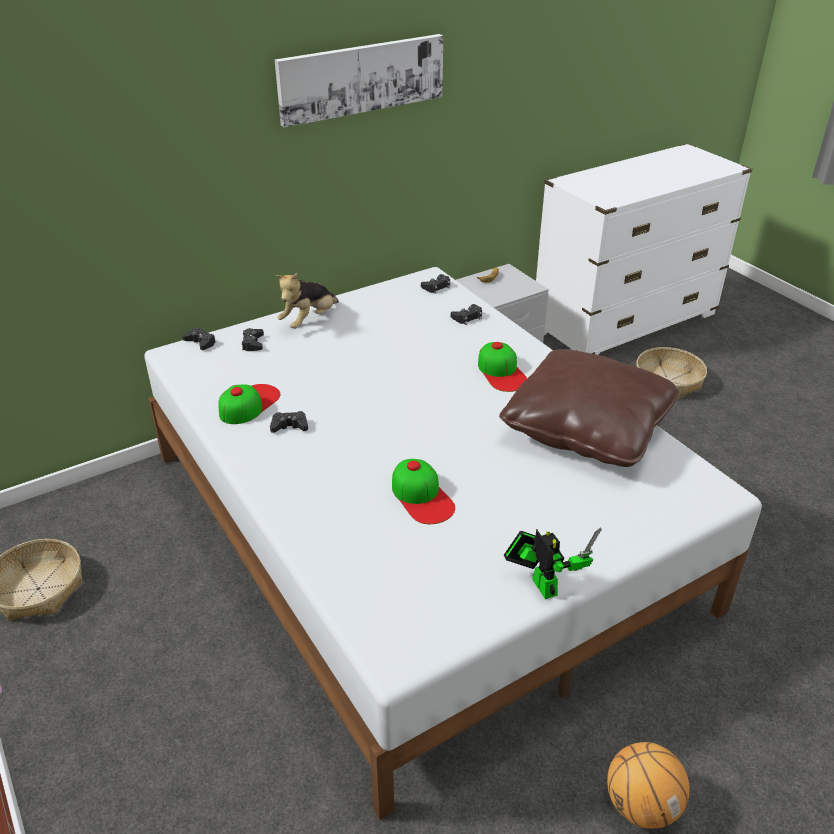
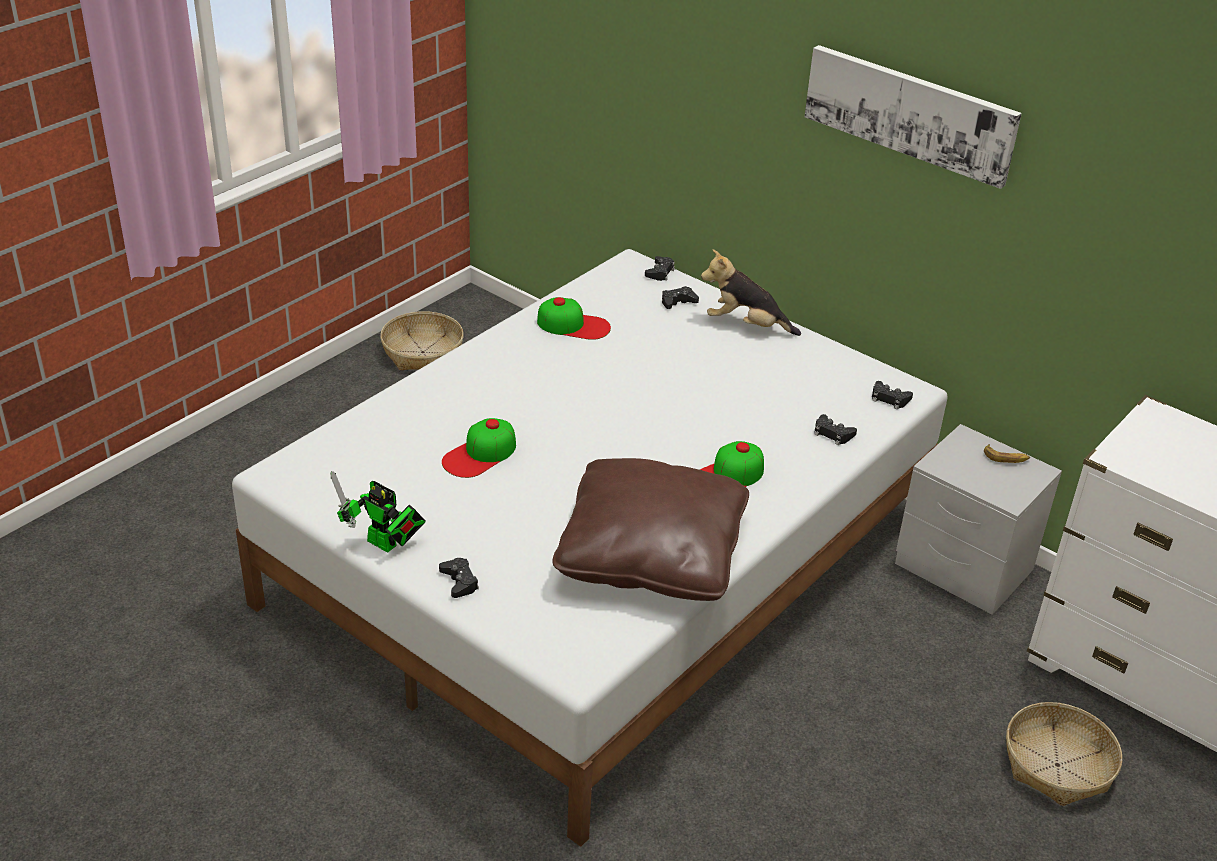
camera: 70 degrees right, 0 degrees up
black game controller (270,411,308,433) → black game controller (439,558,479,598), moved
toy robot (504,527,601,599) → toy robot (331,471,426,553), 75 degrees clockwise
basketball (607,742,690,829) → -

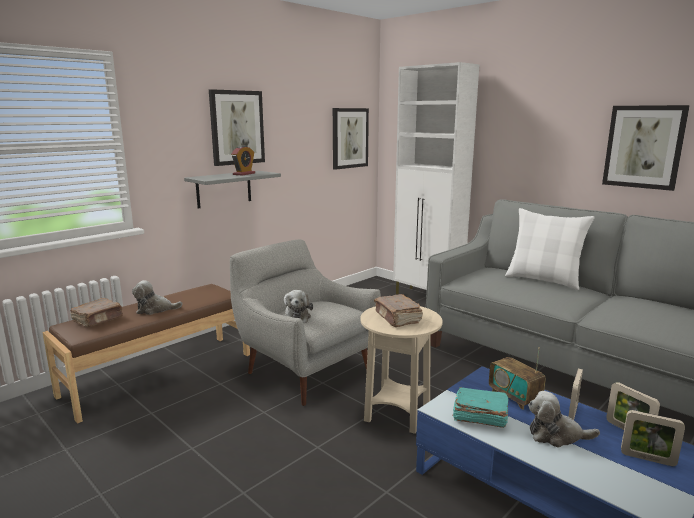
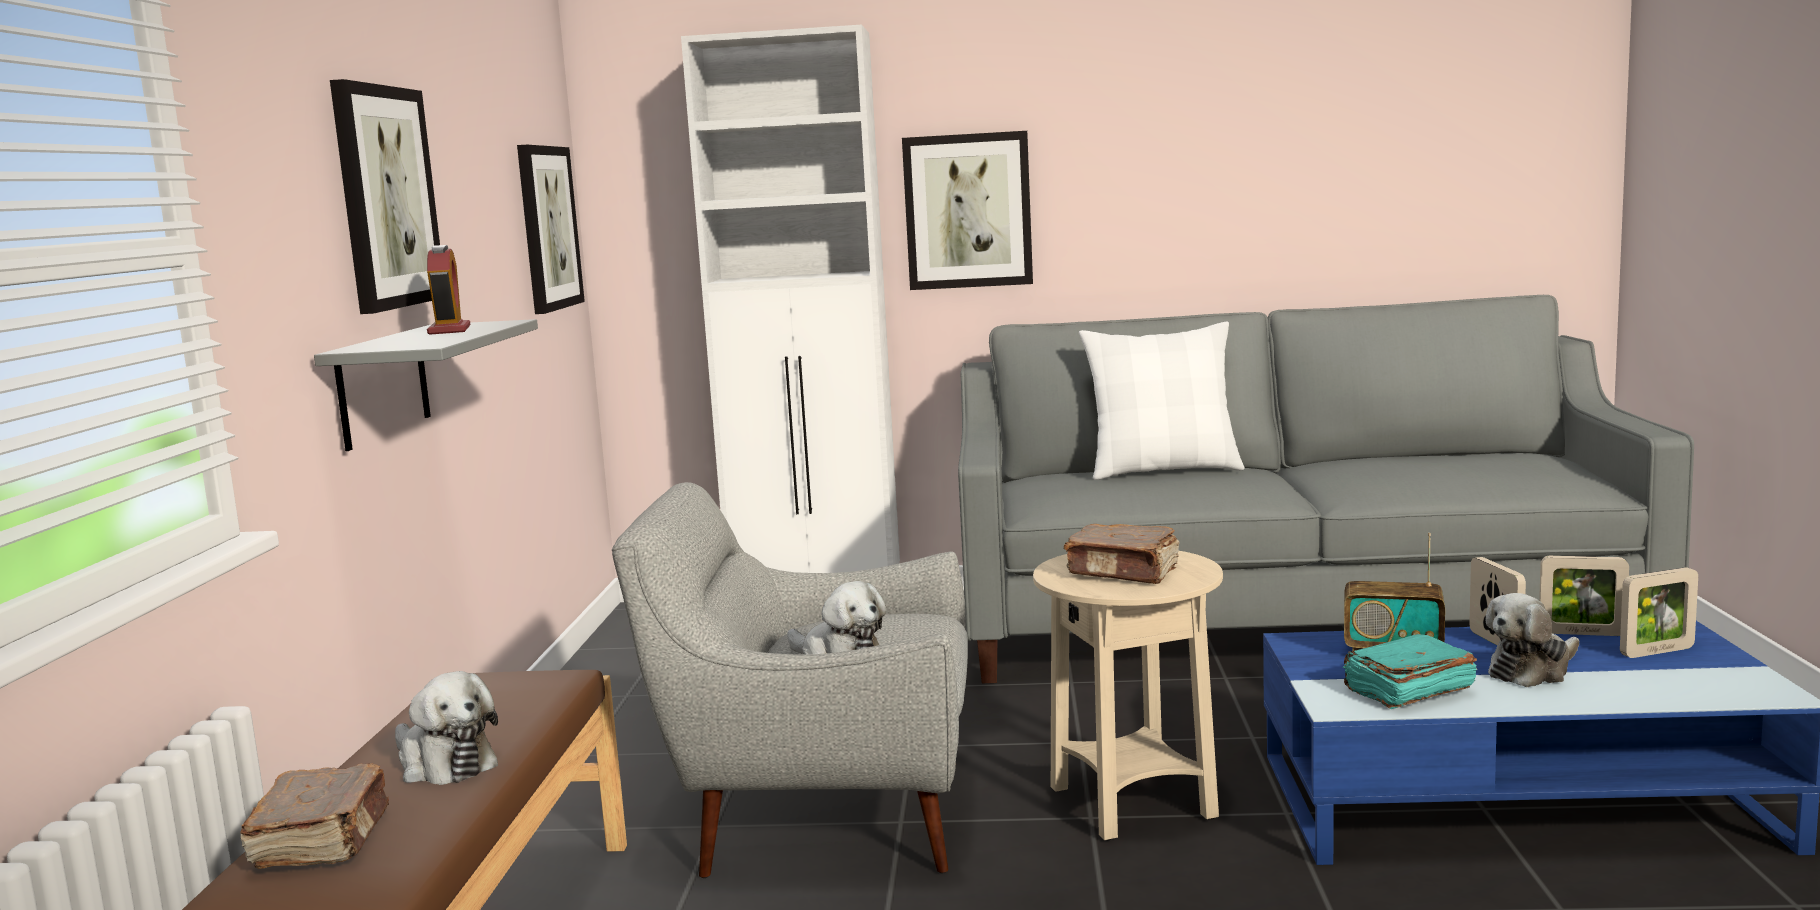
camera: 40 degrees left, 5 degrees down
plush toy (132,280,183,315) → plush toy (395,671,498,785), 90 degrees counterclockwise
picture (602,105,690,191) → picture (902,131,1033,290), moved

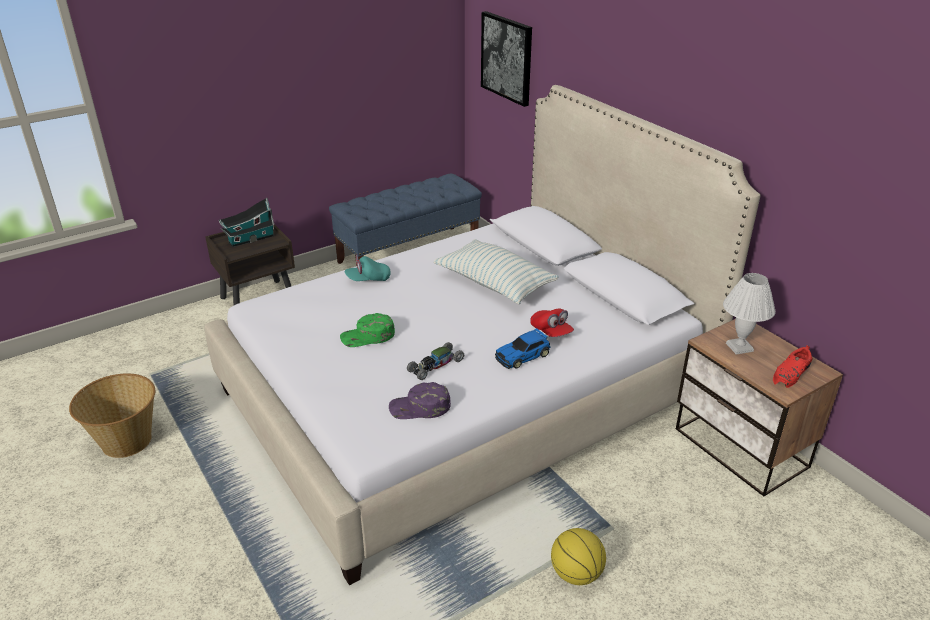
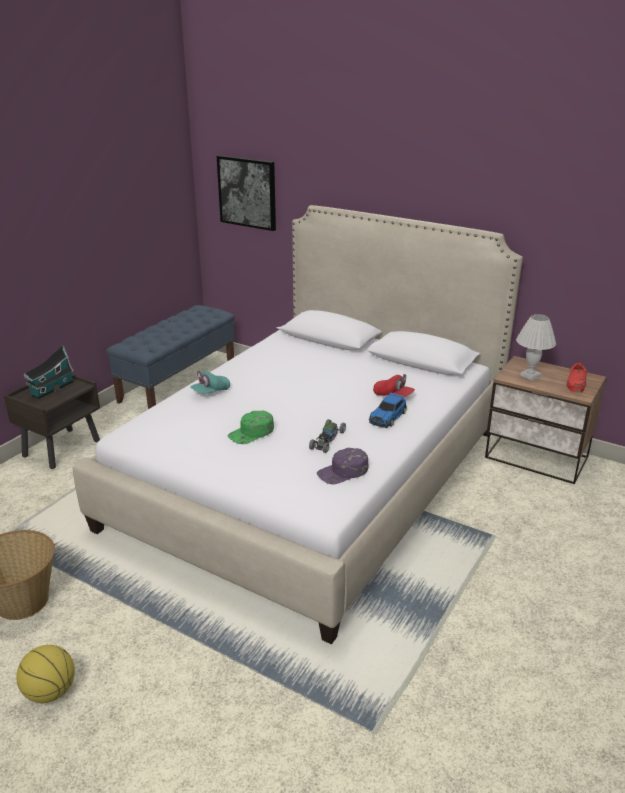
camera: 25 degrees left, 5 degrees down
pillow (433,239,559,304) → -
basketball (551,528,606,585) → basketball (16,645,75,703), moved

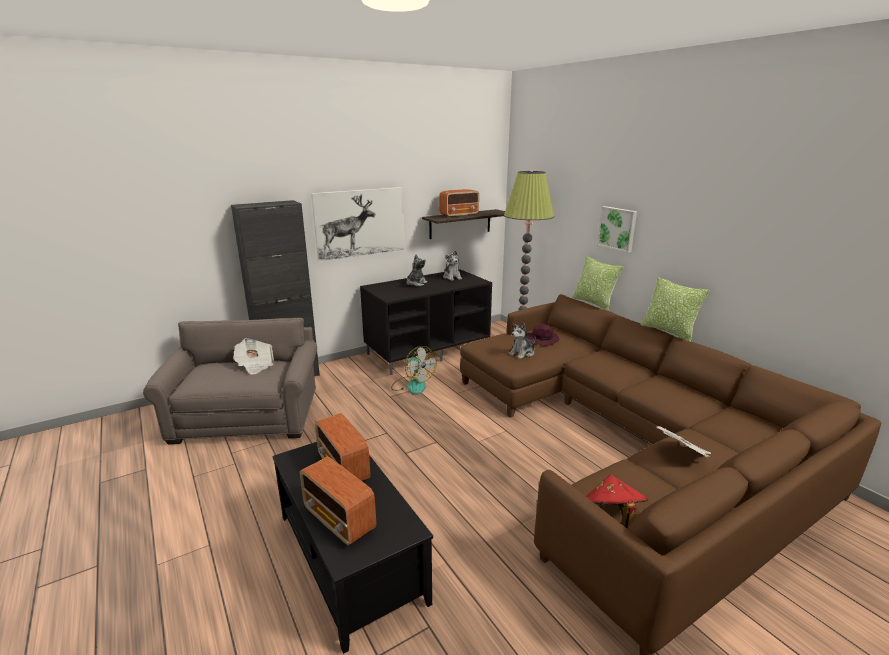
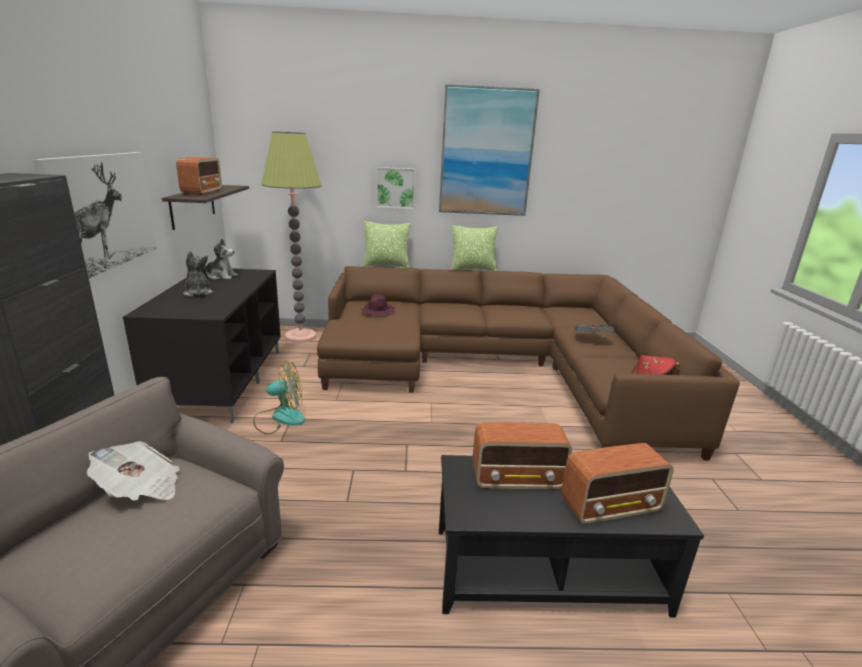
camera: 60 degrees left, 0 degrees up
plush toy (509,323,536,359) → -
- → picture (439,84,540,216)

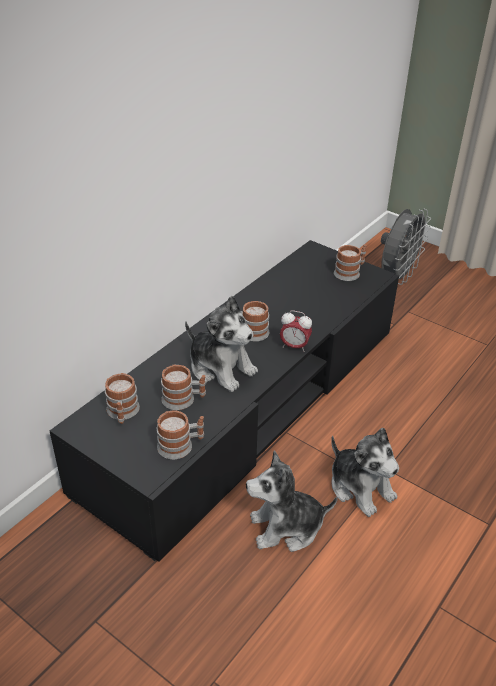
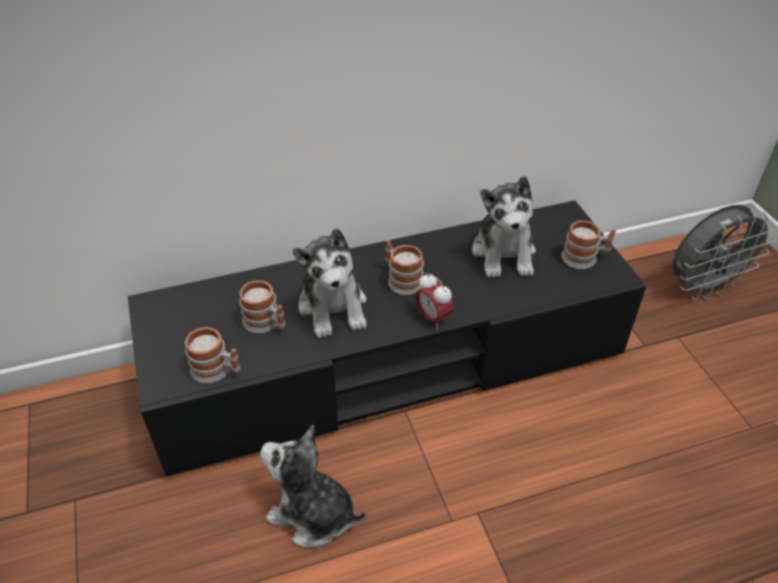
camera: 35 degrees right, 5 degrees up
mug (105,373,140,424) → -
plush toy (331,428,399,517) → plush toy (472,176,536,278), moved

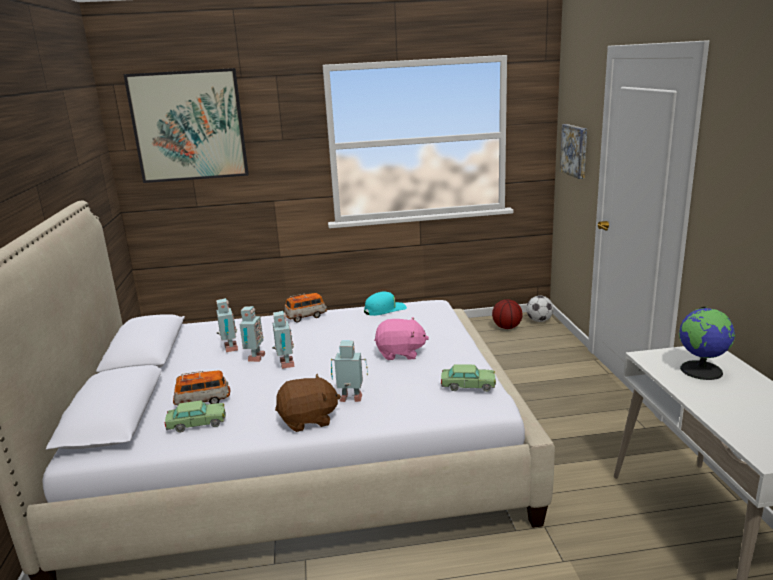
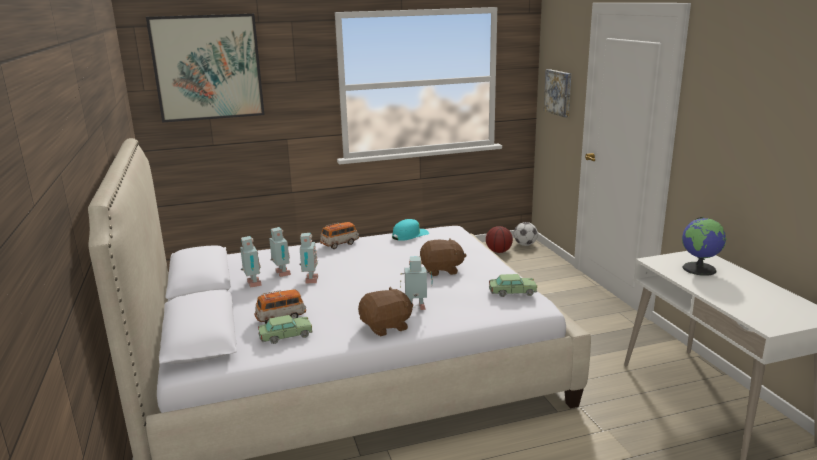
camera: 10 degrees left, 0 degrees up
toy robot (272,311,295,369) → toy robot (240,236,262,288), moved
pink plush toy (374,317,429,360) → brown plush toy (420,238,467,276)

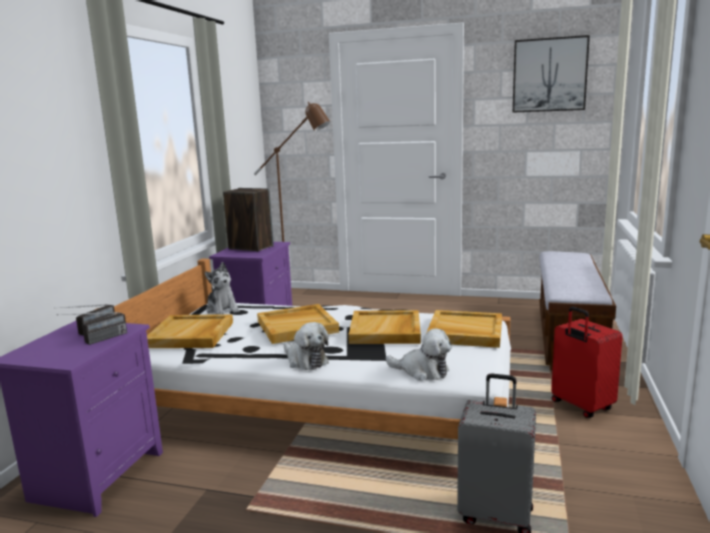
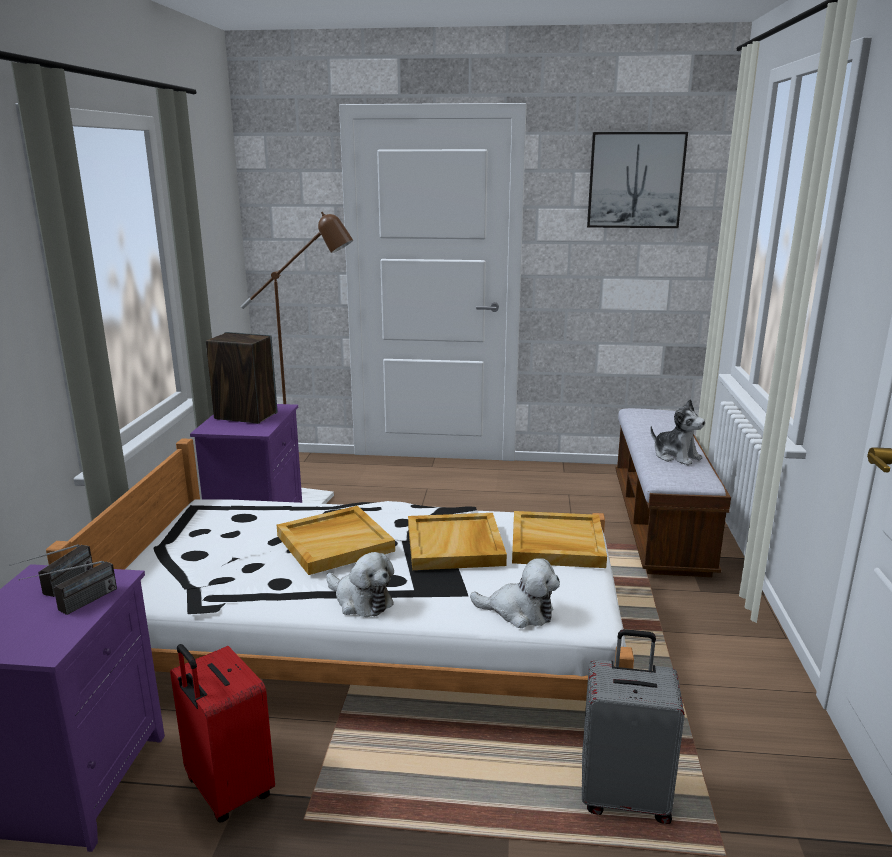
camera: 10 degrees left, 5 degrees up
beige tray (147,314,233,348) → -
plush toy (204,262,240,315) → plush toy (650,399,705,466), moved
red suitcase (551,306,623,418) → red suitcase (170,644,275,823), moved

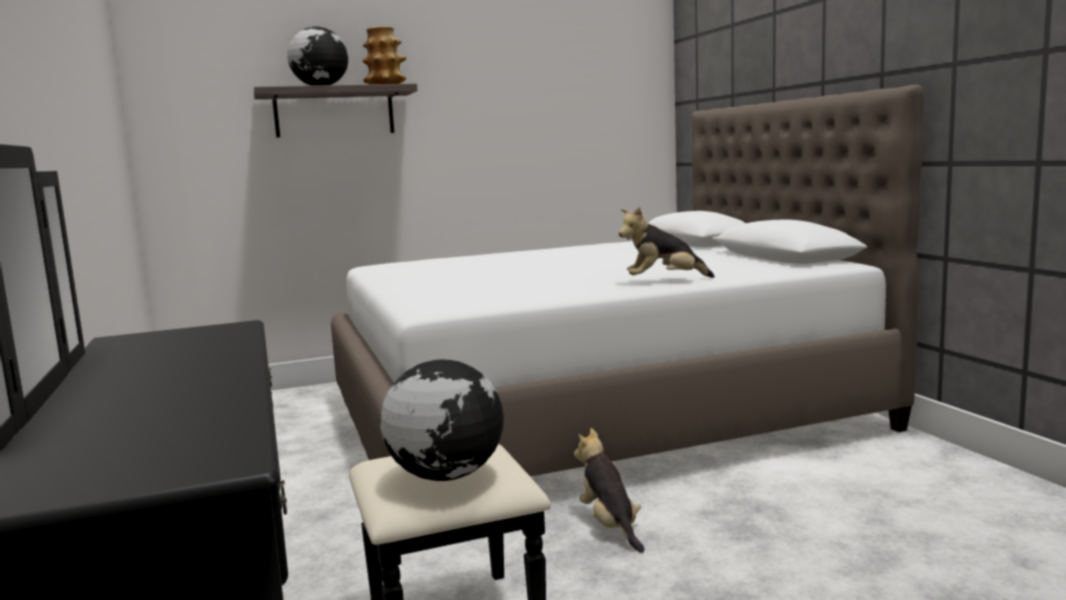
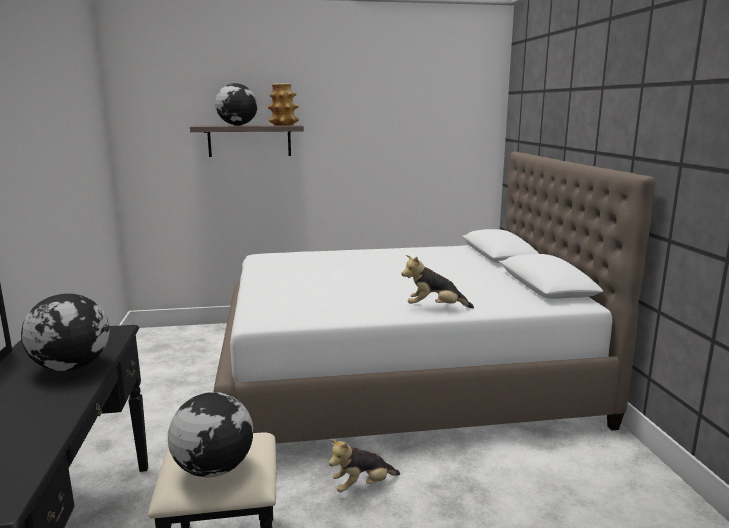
camera: 10 degrees right, 5 degrees up
plush toy (574,428,645,553) → plush toy (329,439,400,492), 105 degrees counterclockwise
- → globe (21,294,110,371)

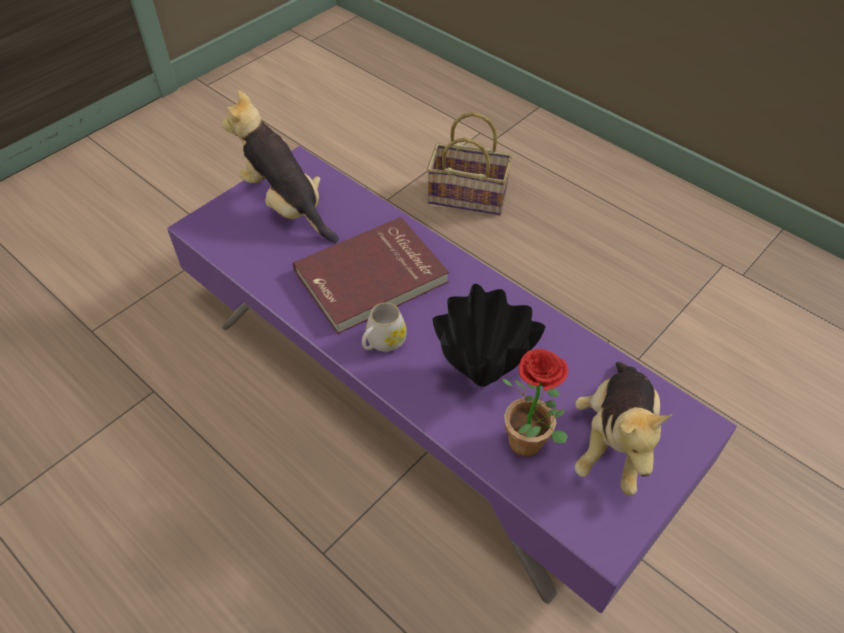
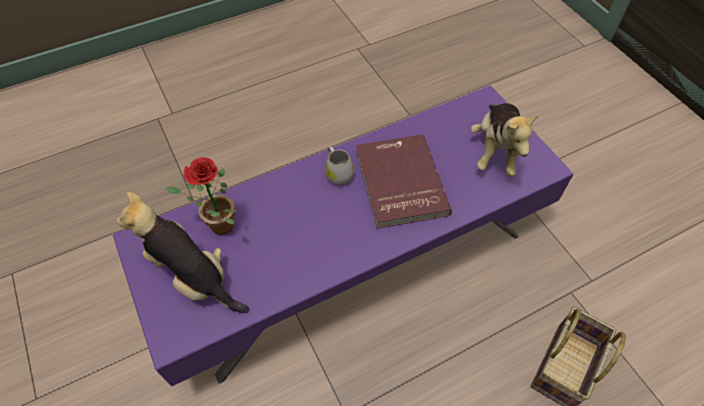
camera: 110 degrees right, 5 degrees up
plush toy (222,90,339,243) → plush toy (471,103,539,177), 120 degrees clockwise
black vase (432,284,545,386) → -

